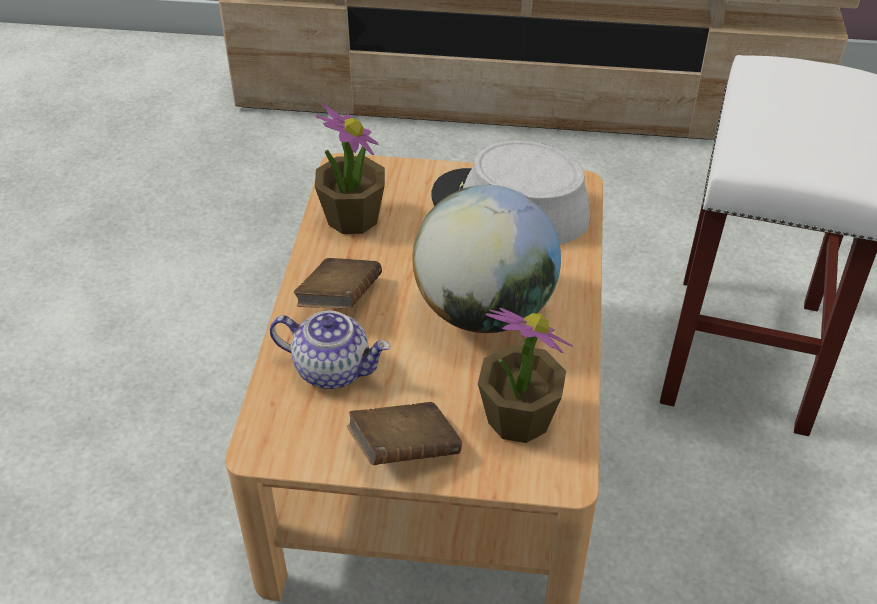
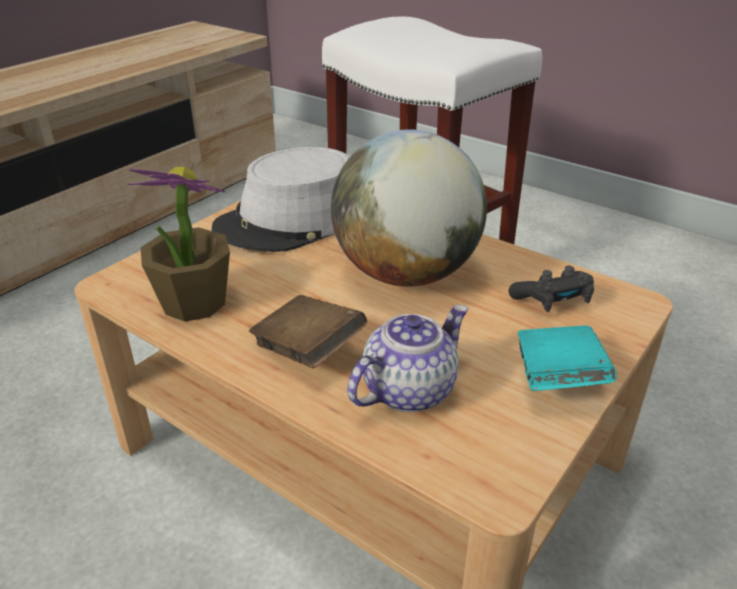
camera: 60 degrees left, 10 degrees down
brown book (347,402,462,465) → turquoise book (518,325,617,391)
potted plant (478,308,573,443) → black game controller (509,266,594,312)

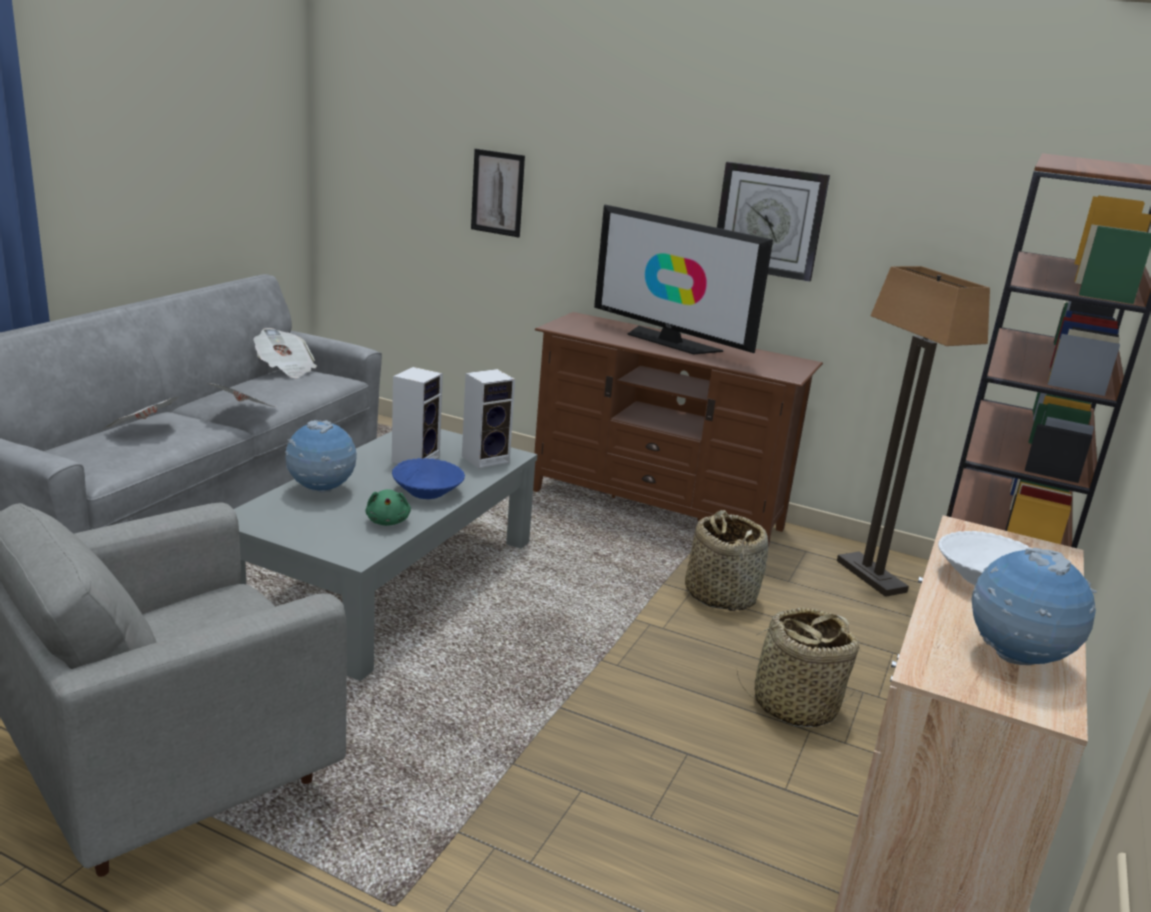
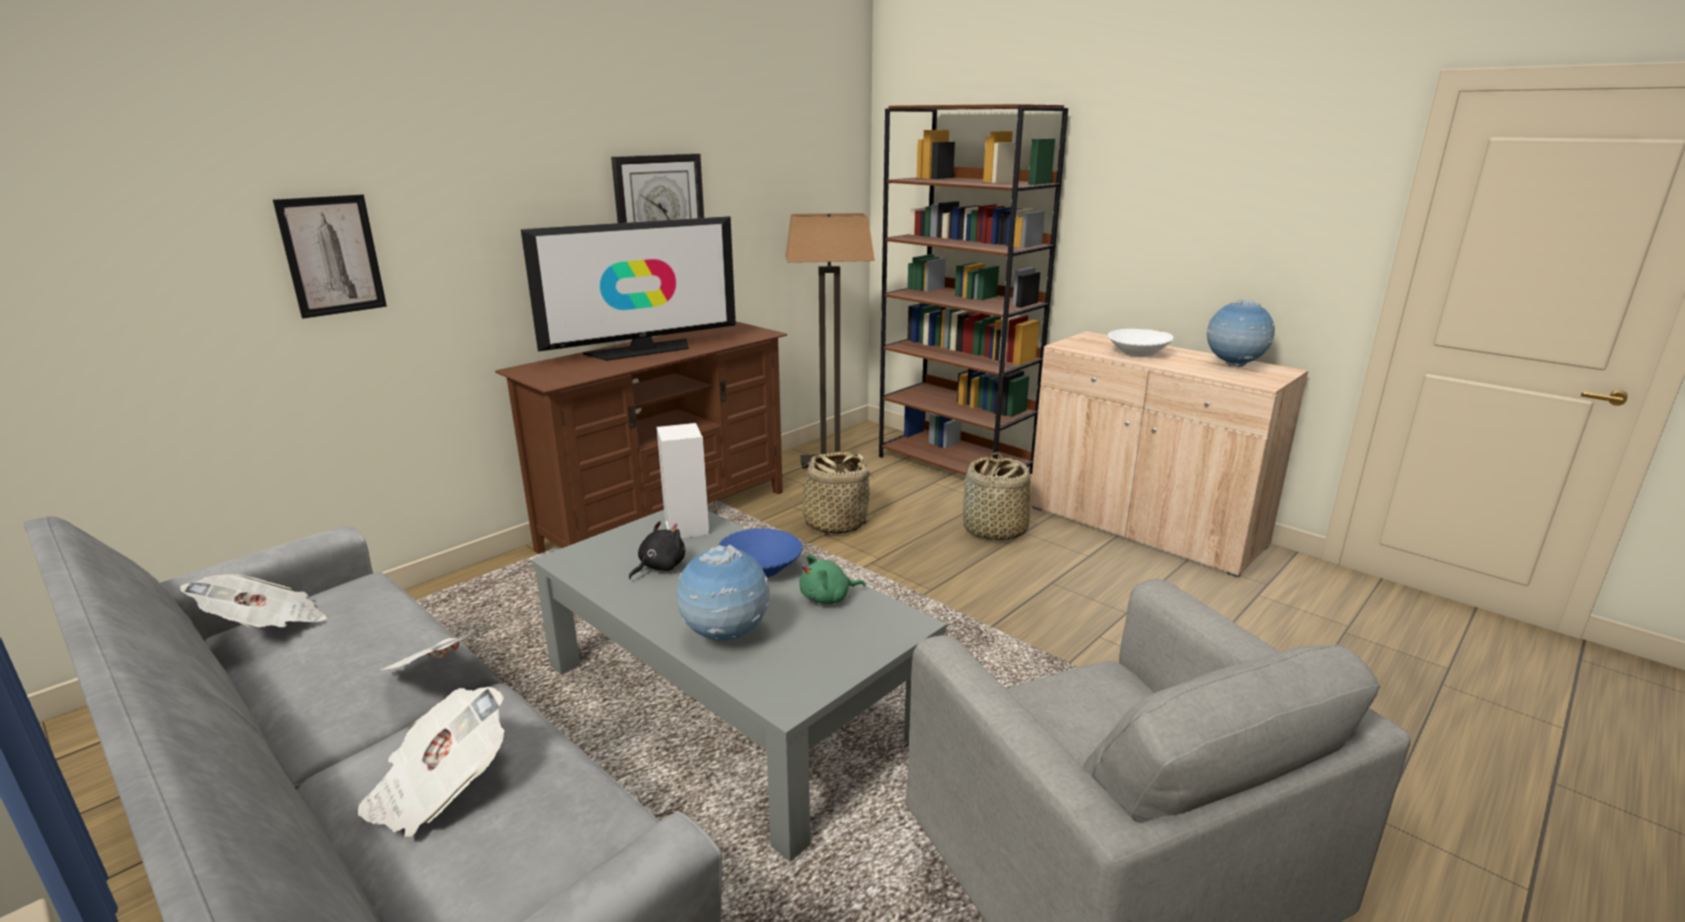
camera: 70 degrees left, 0 degrees up
green plush toy (365,489,411,526) → green plush toy (799,554,866,604), 150 degrees clockwise
speaker (392,367,443,464) → black plush toy (629,521,685,579)

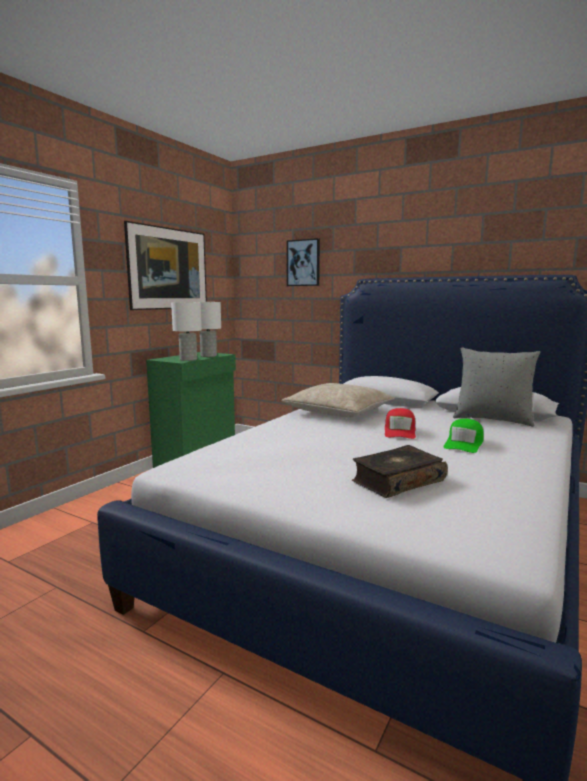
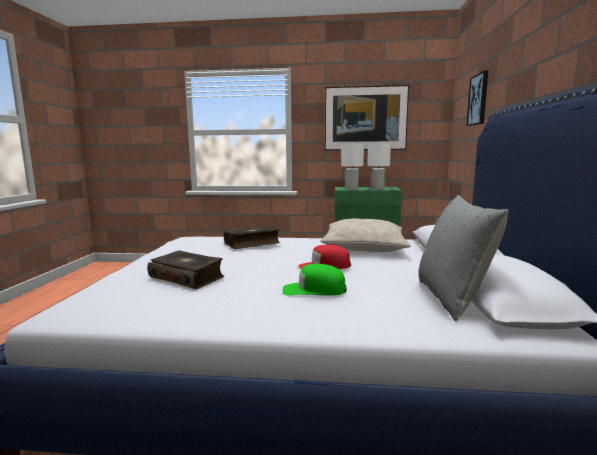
camera: 65 degrees right, 0 degrees up
- → book (224,226,280,249)

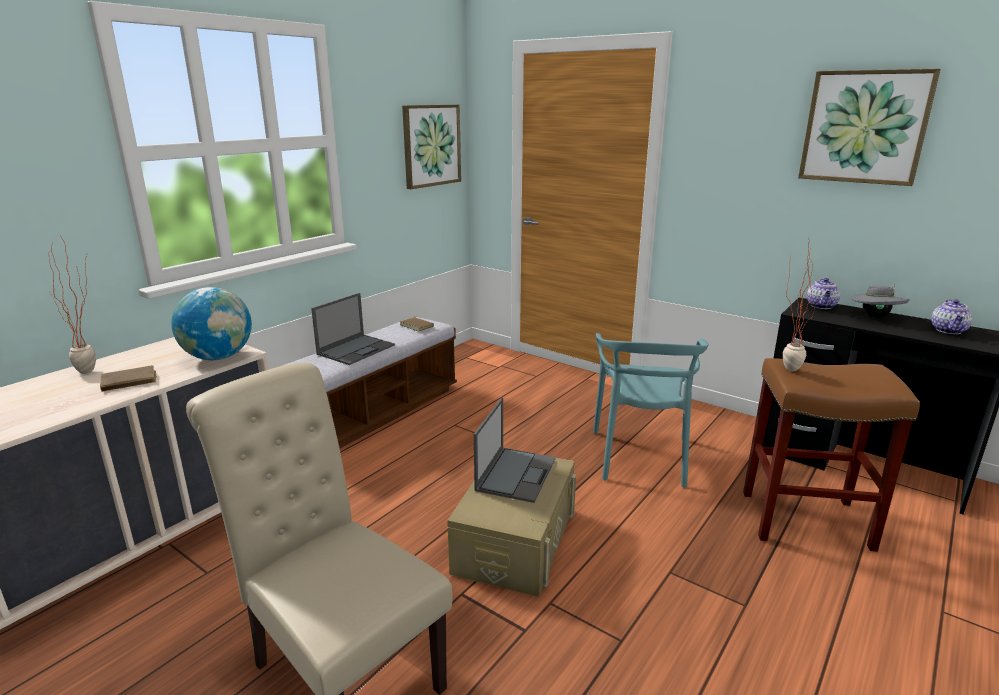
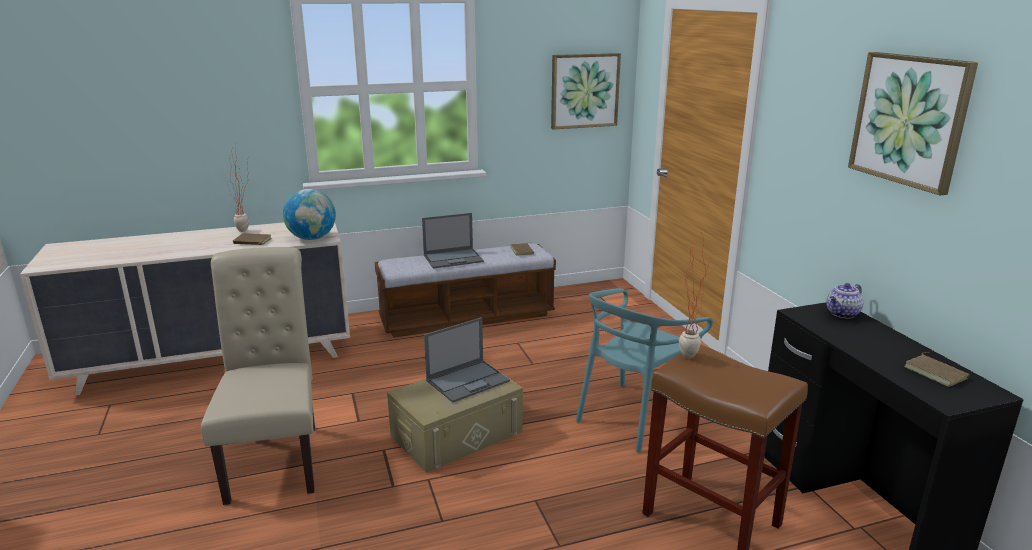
camera: 35 degrees right, 0 degrees up
grey hat (852,285,909,318) → -
teapot (931,299,972,334) → brown book (904,352,970,387)

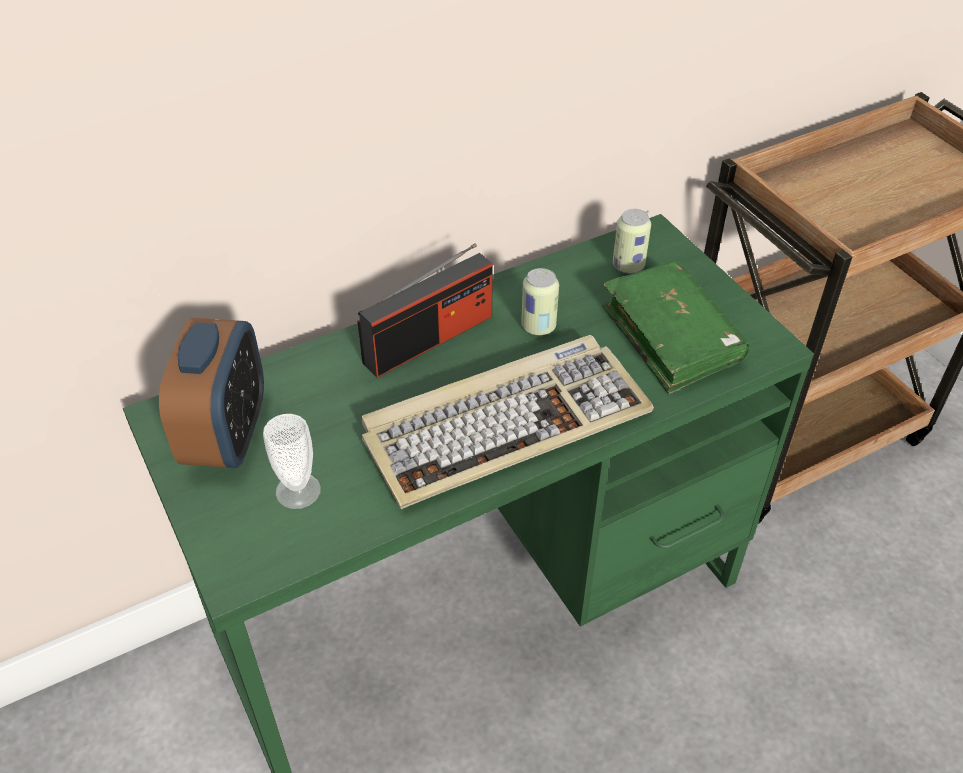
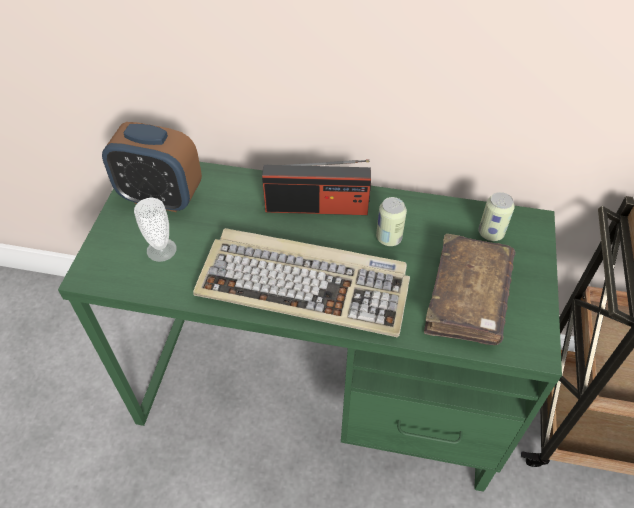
camera: 40 degrees right, 5 degrees up
alarm clock (159,318,264,468) → alarm clock (102,122,202,212), 60 degrees clockwise
green book (602,260,750,394) → brown book (424,234,516,345)

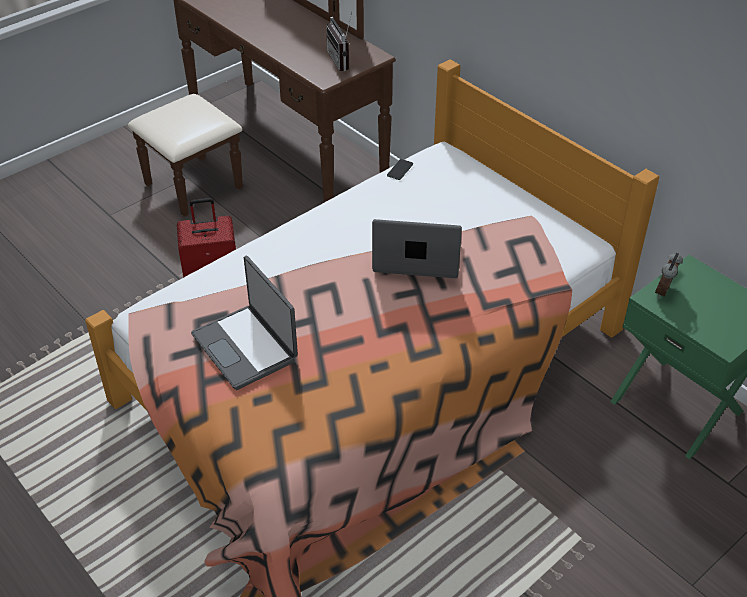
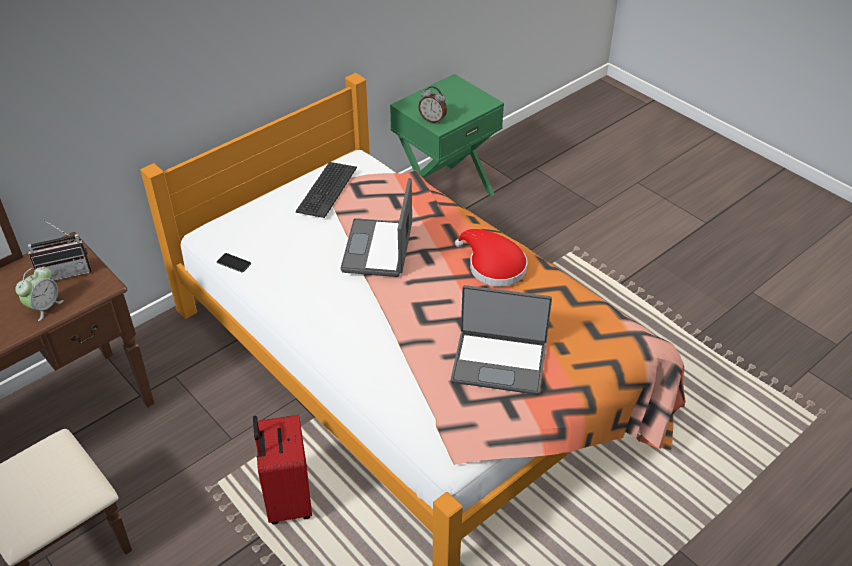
camera: 90 degrees left, 0 degrees up
laptop (191,256,298,390) → laptop (451,285,552,395), 45 degrees clockwise
- → alarm clock (15,266,64,321)
- → keyboard (296,162,357,218)
- → red hat (455,229,527,287)

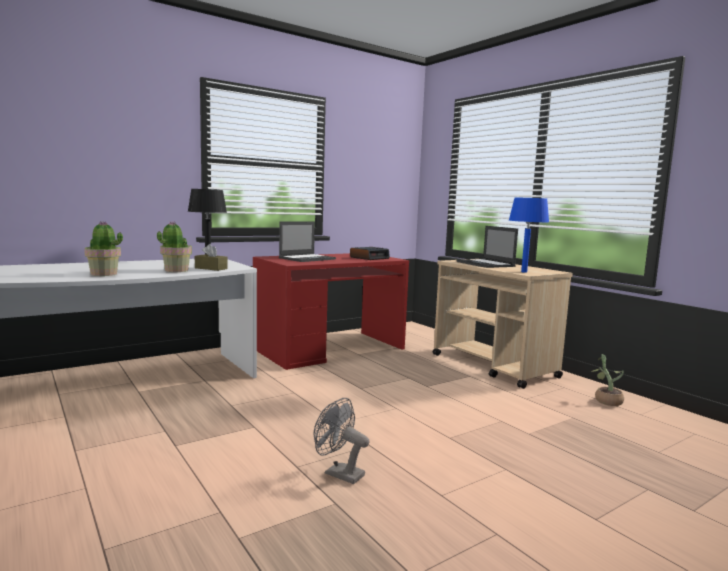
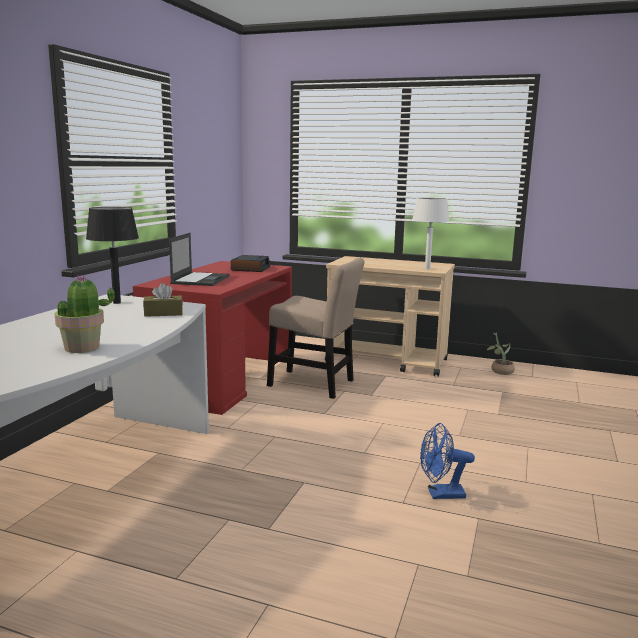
camera: 35 degrees left, 5 degrees up
potted plant (157,221,192,272) → -
grey fan (314,398,370,484) → blue fan (420,423,475,499)
laptop (457,226,518,268) → -
blue table lamp (509,198,549,273) → white table lamp (412,198,449,269)
- → beige chair (267,258,364,399)

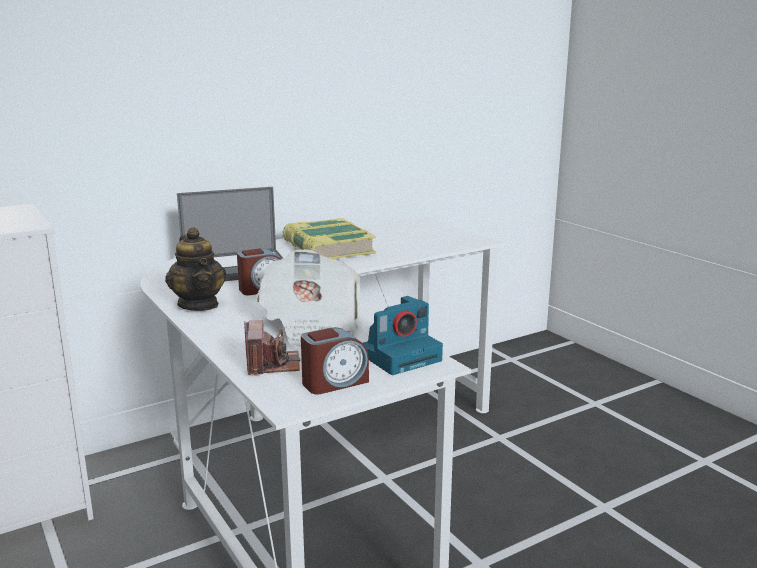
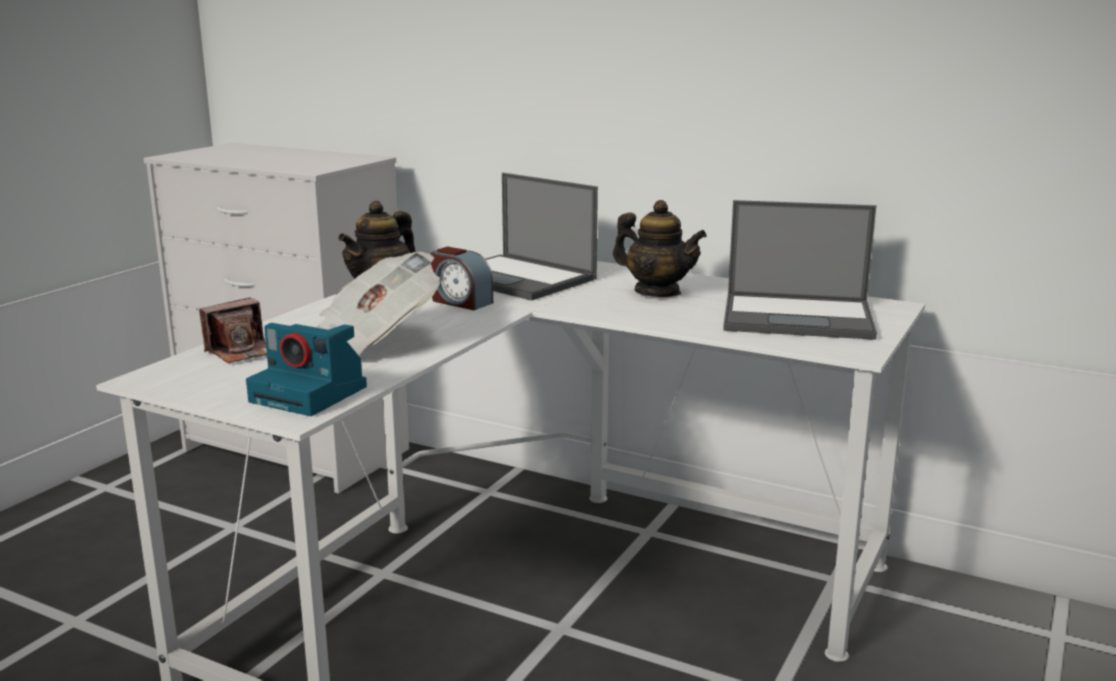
camera: 60 degrees right, 0 degrees up
book (283,218,376,260) → teapot (613,200,707,297)
alarm clock (301,327,369,394) → -
- → laptop (723,200,877,340)

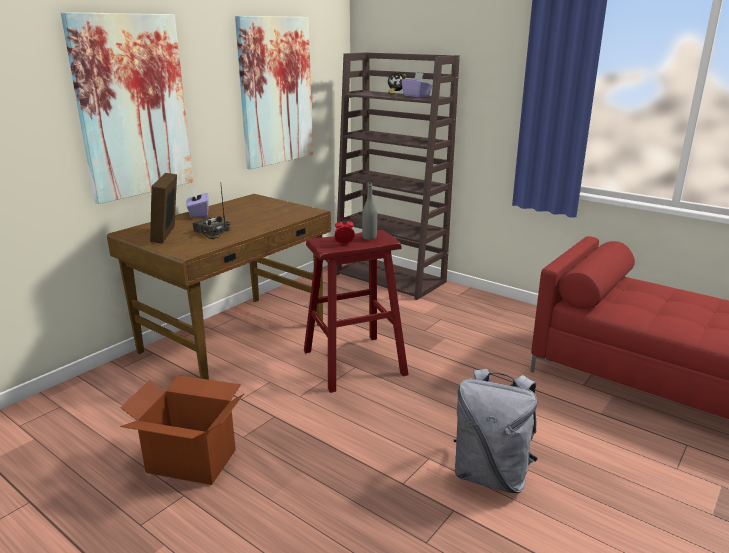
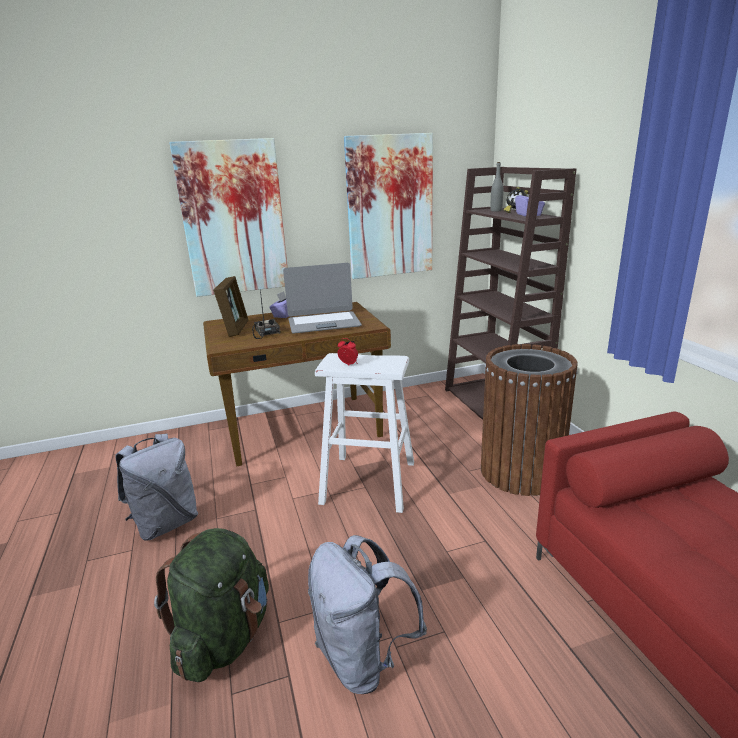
camera: 35 degrees right, 0 degrees up
cardboard box (120,375,244,485) → grey backpack (116,434,198,540)
picture frame (150,173,177,243) → picture frame (213,276,249,337), 150 degrees clockwise
red stool (304,230,408,393) → white stool (315,353,414,513)
grey bottle (362,182,377,240) → grey bottle (490,162,504,212), moved
- → green backpack (154,528,269,682)
- → laptop (283,263,362,333)
- → brown trash can (481,344,578,496)

